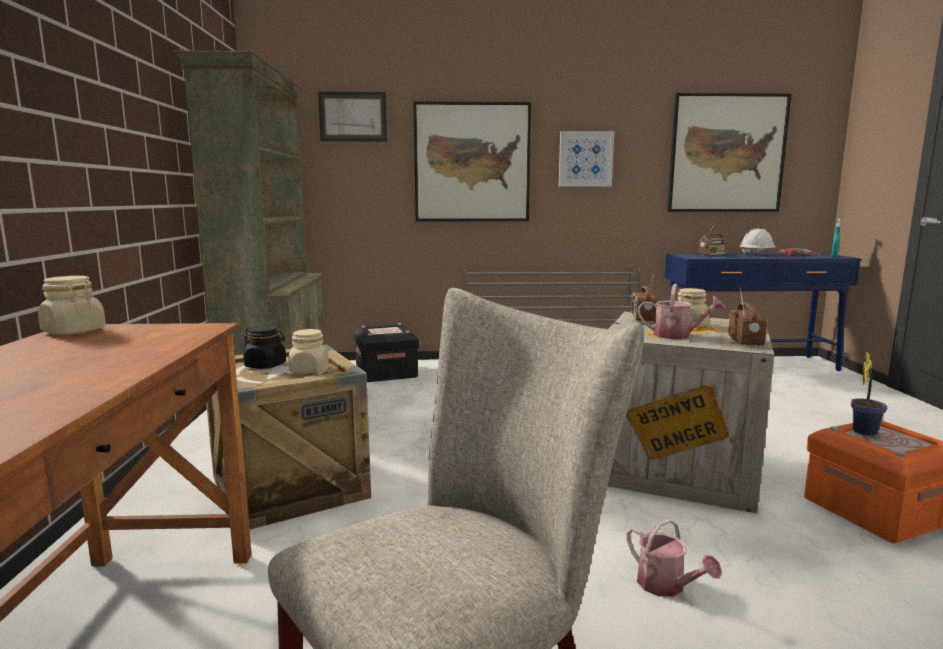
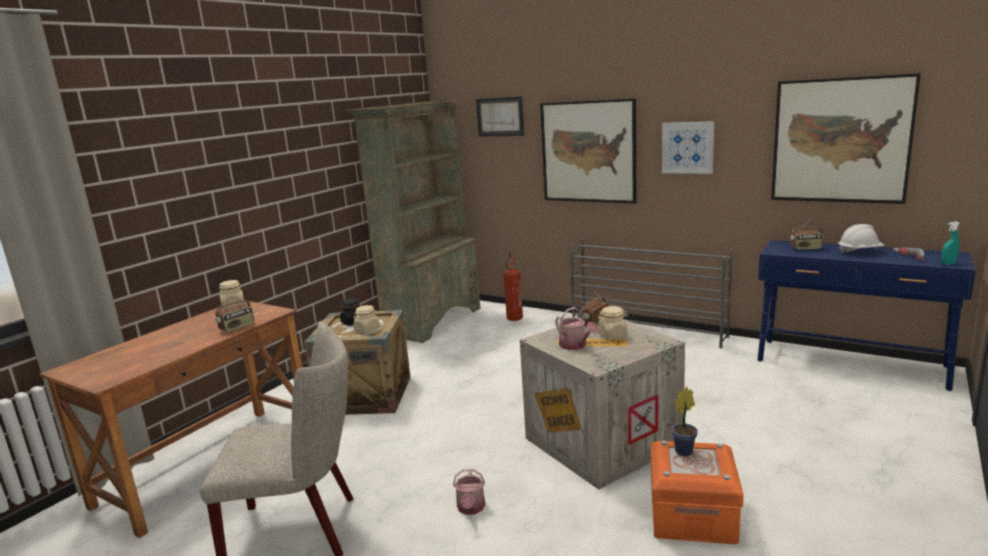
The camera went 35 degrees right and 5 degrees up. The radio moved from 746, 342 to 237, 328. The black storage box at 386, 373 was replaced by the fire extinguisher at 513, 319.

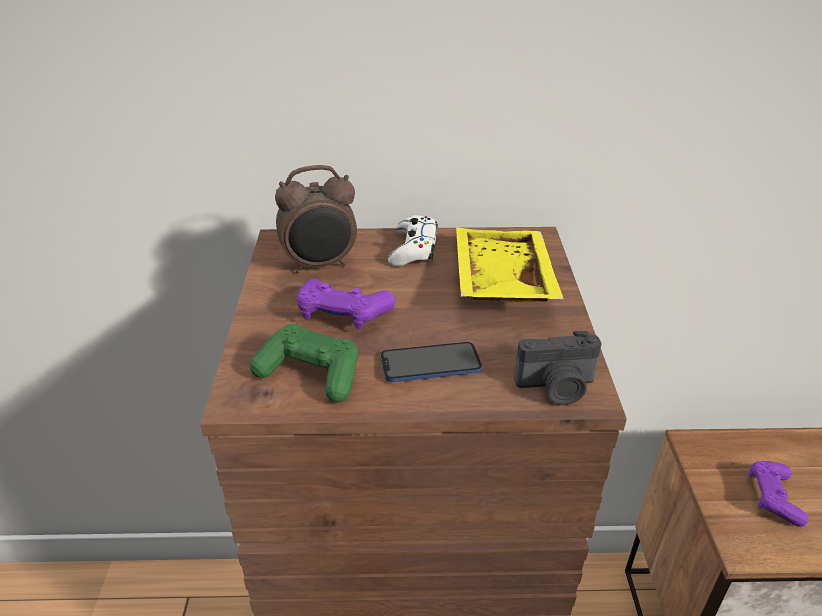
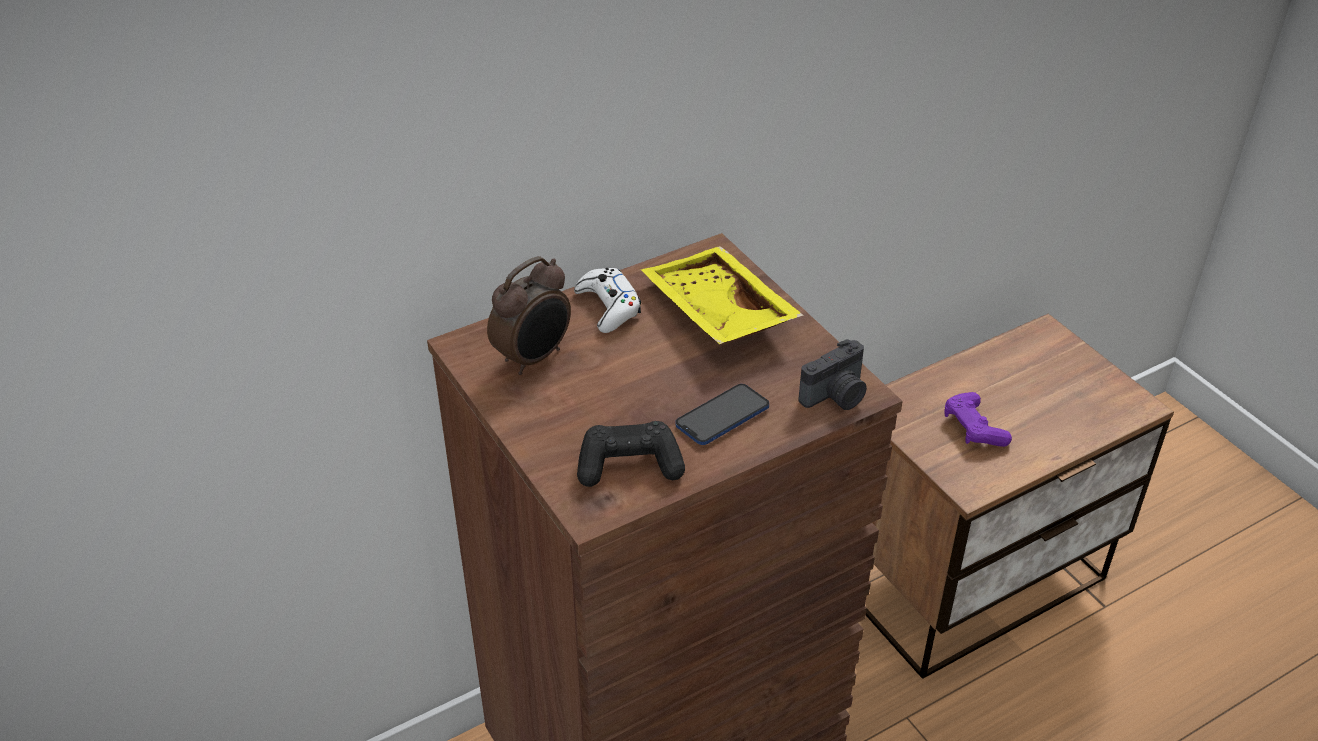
The camera went 30 degrees left and 5 degrees up. The purple game controller at 343, 314 disappeared. The green game controller at 310, 373 became the black game controller at 629, 465.

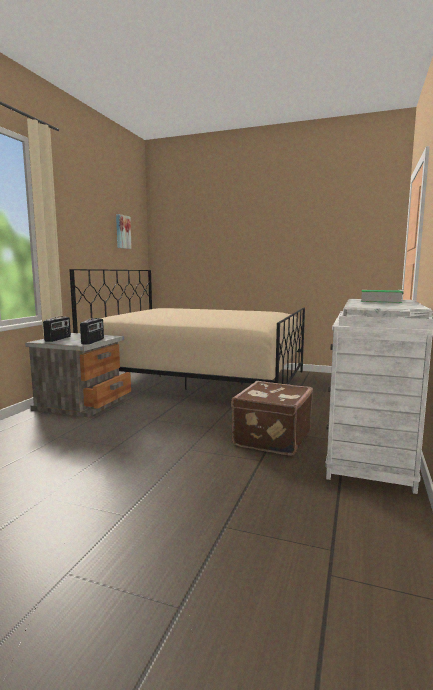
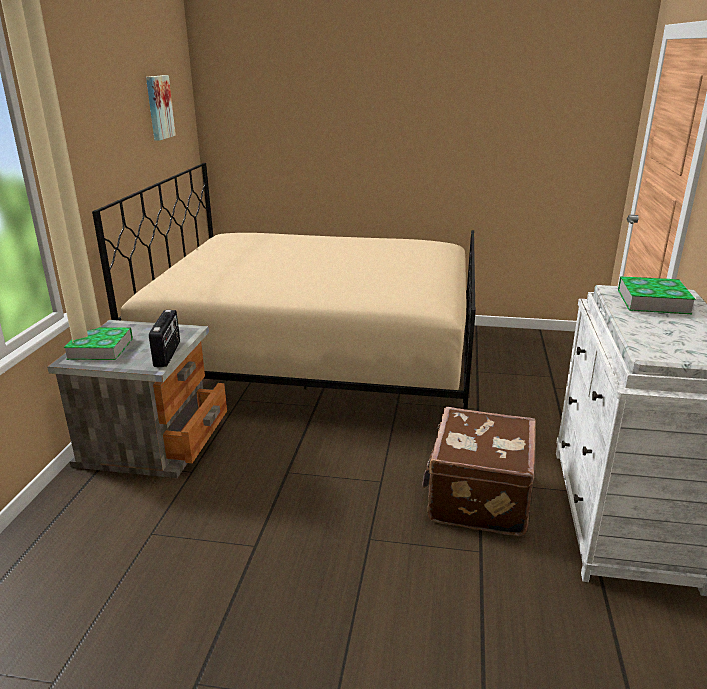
The camera went 10 degrees left and 15 degrees up. The radio at 58, 339 was replaced by the book at 100, 348.

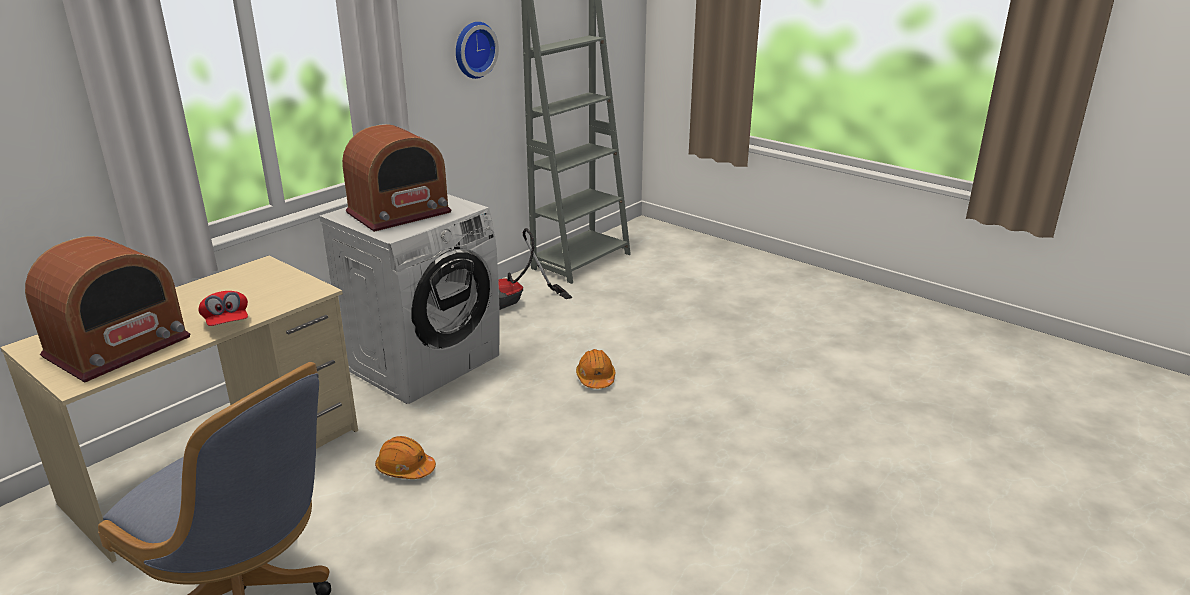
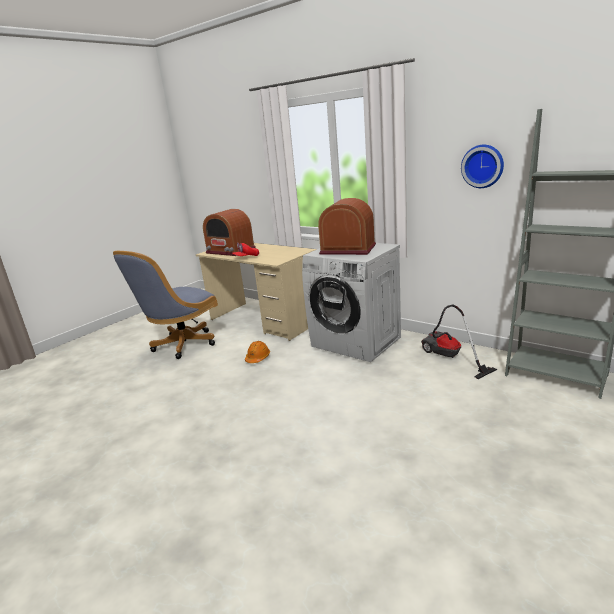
The camera went 90 degrees right and 5 degrees down. The orange hard hat at 595, 378 disappeared. The radio at 399, 213 turned 150 degrees clockwise.

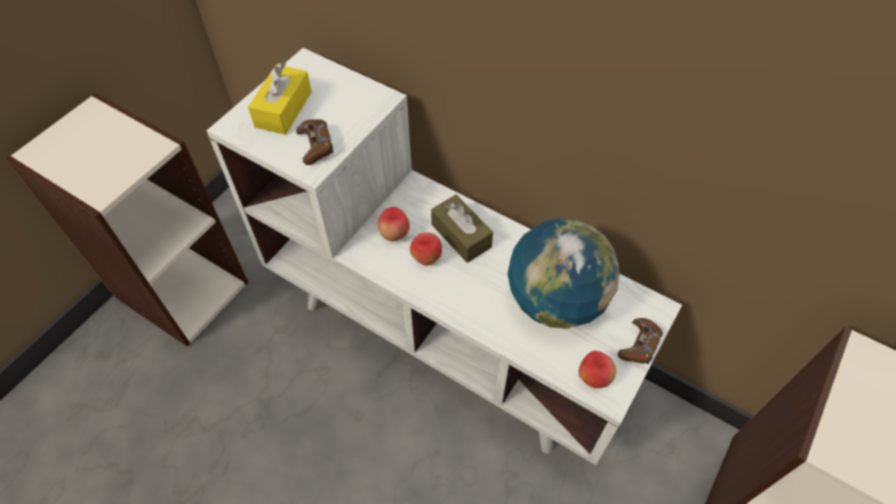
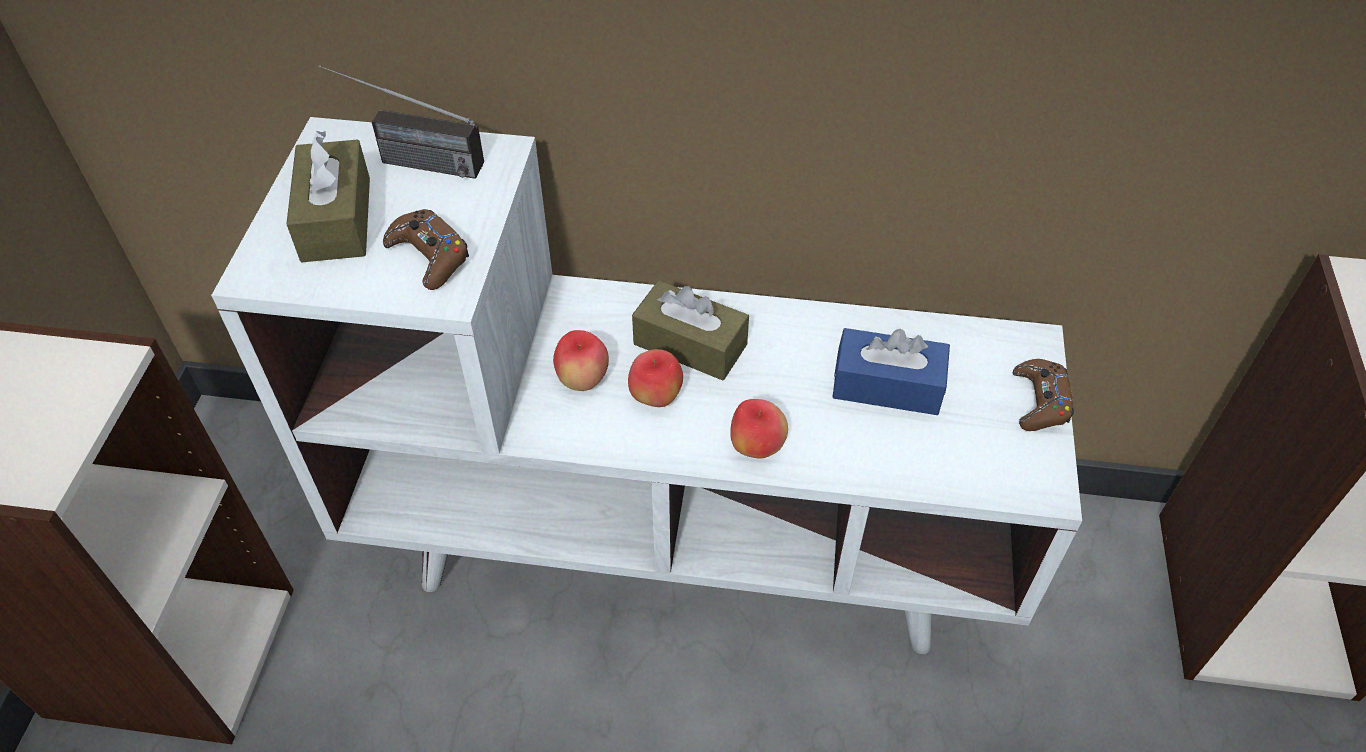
The camera went 25 degrees left and 5 degrees down. The radio at 406, 160 appeared. The apple moved from 593, 378 to 756, 447. The globe at 555, 300 was replaced by the blue tissue box at 887, 386. The yellow tissue box at 283, 109 became the brown tissue box at 336, 219.

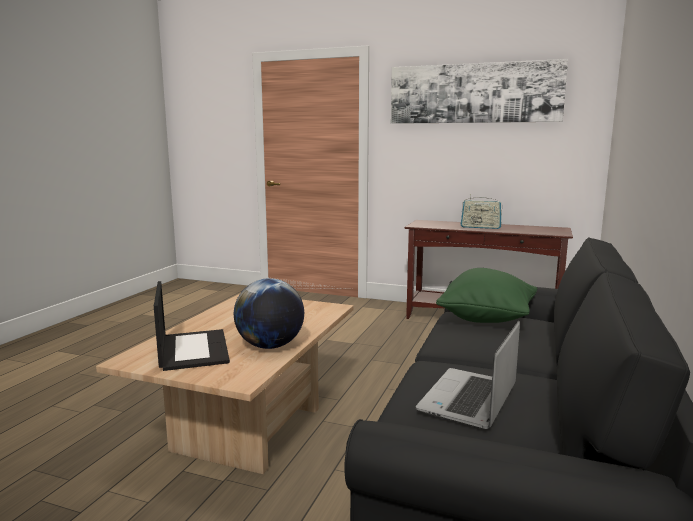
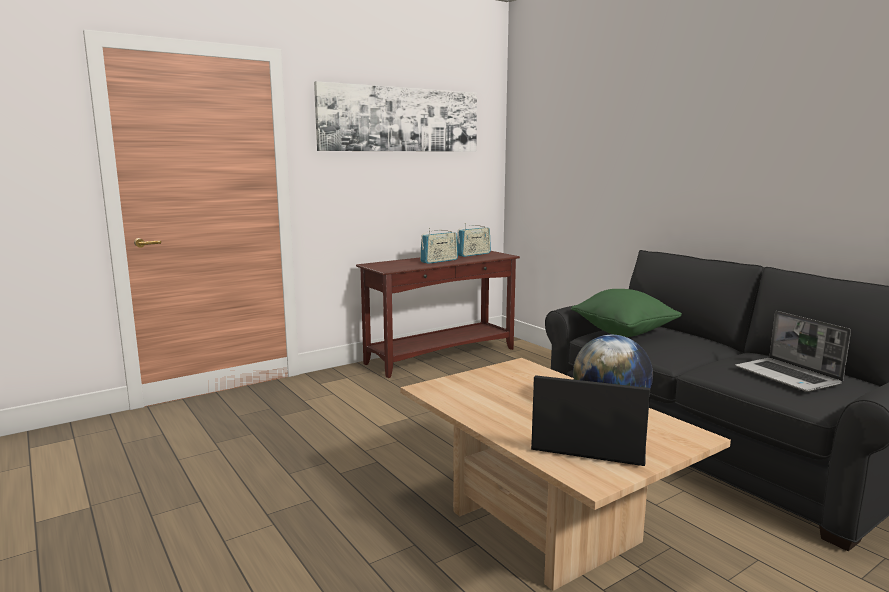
The camera went 55 degrees left and 0 degrees up. The radio at 473, 254 appeared.

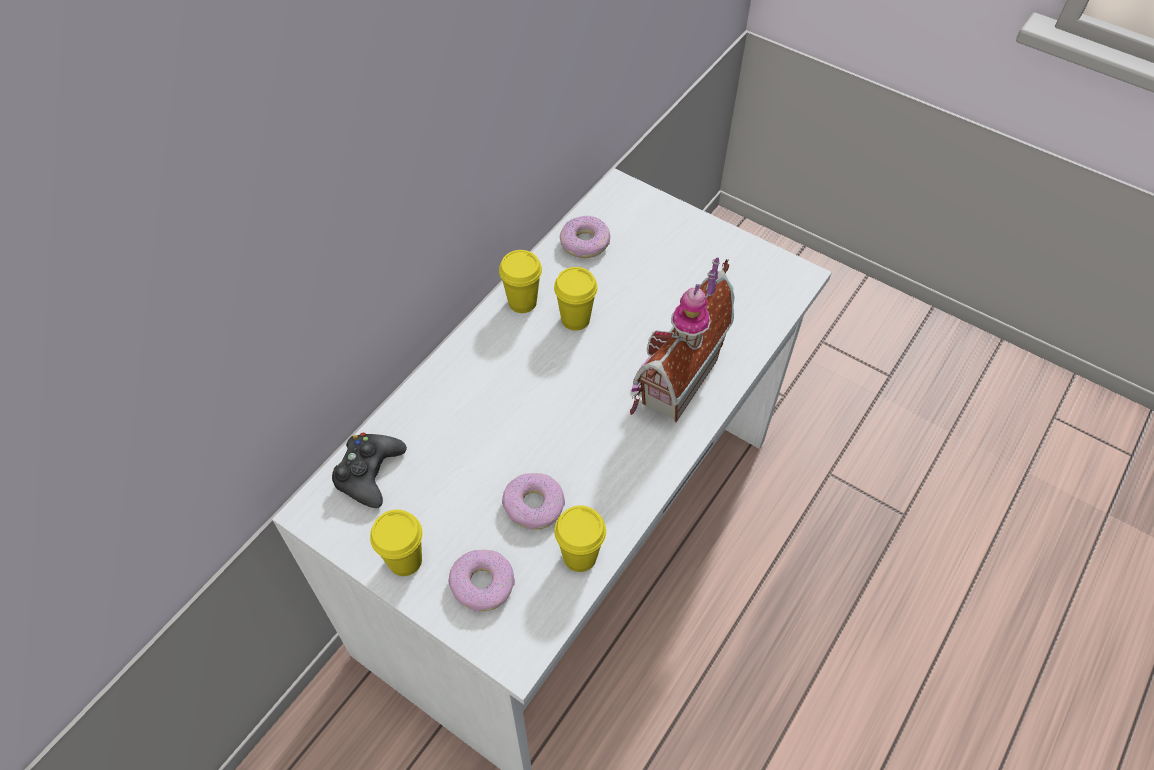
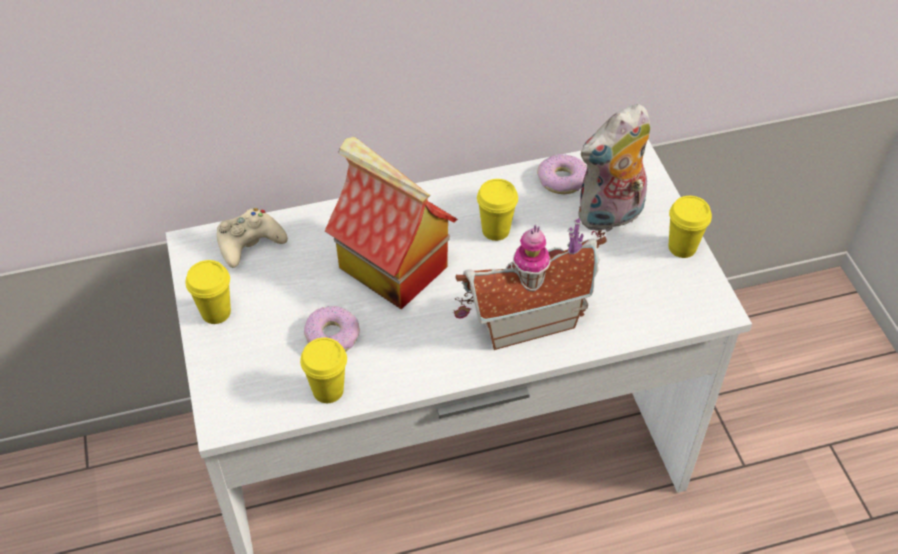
The camera went 40 degrees right and 5 degrees down. The donut at 482, 584 disappeared. The toy house at 390, 267 appeared. The plush toy at 610, 217 appeared. The yellow cup moved from 522, 302 to 682, 247. The black game controller at 369, 473 became the beige game controller at 249, 243.

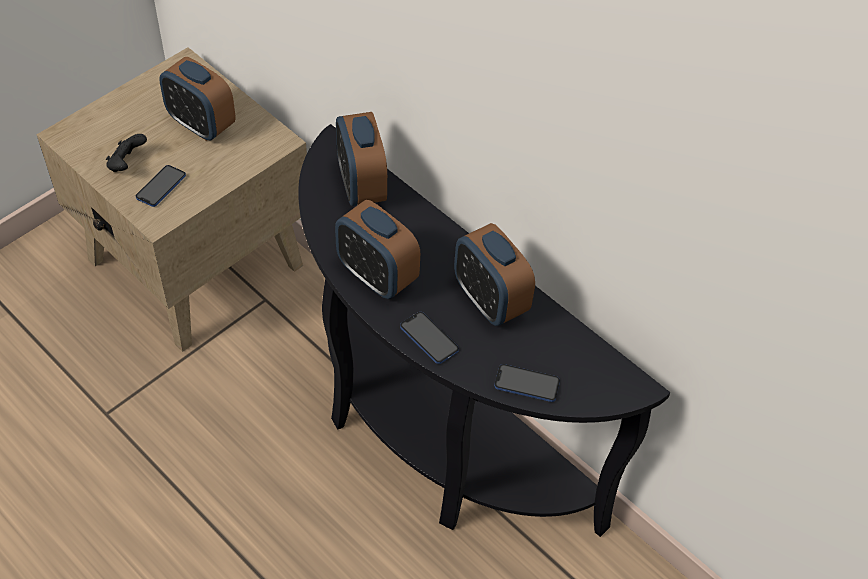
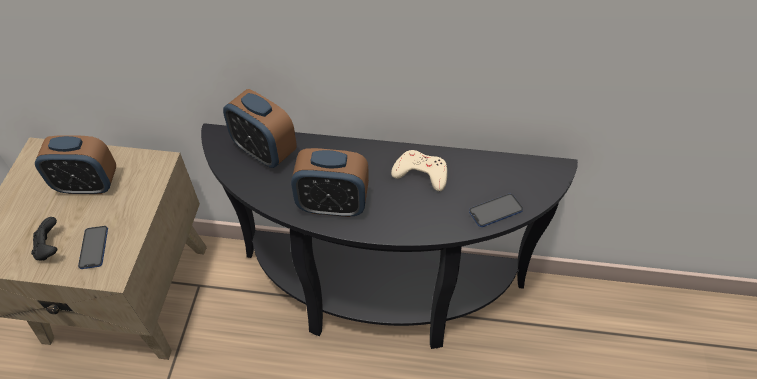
The camera went 35 degrees left and 0 degrees up. The phone at 429, 338 disappeared. The alarm clock at 489, 300 was replaced by the beige game controller at 421, 173.

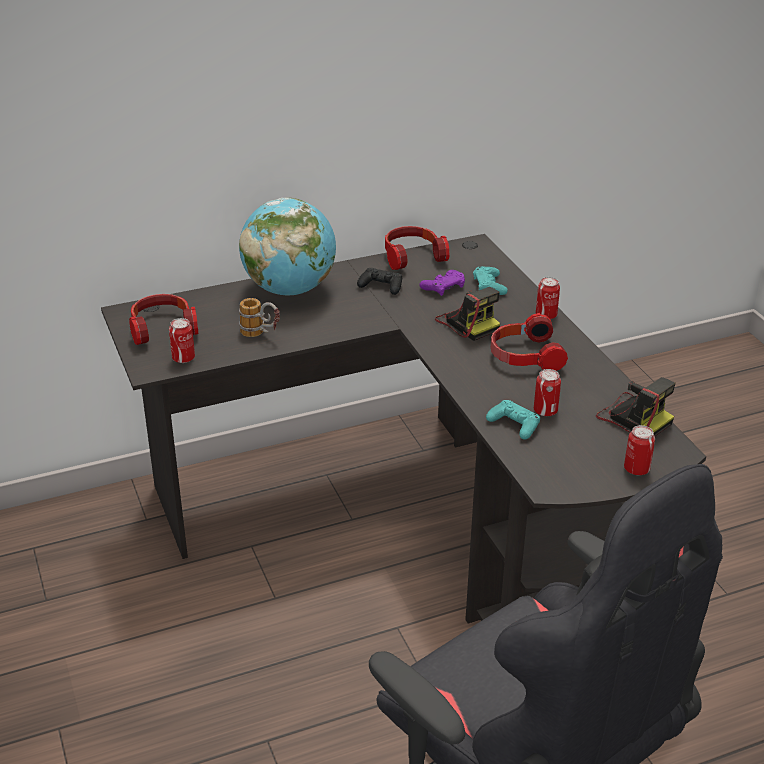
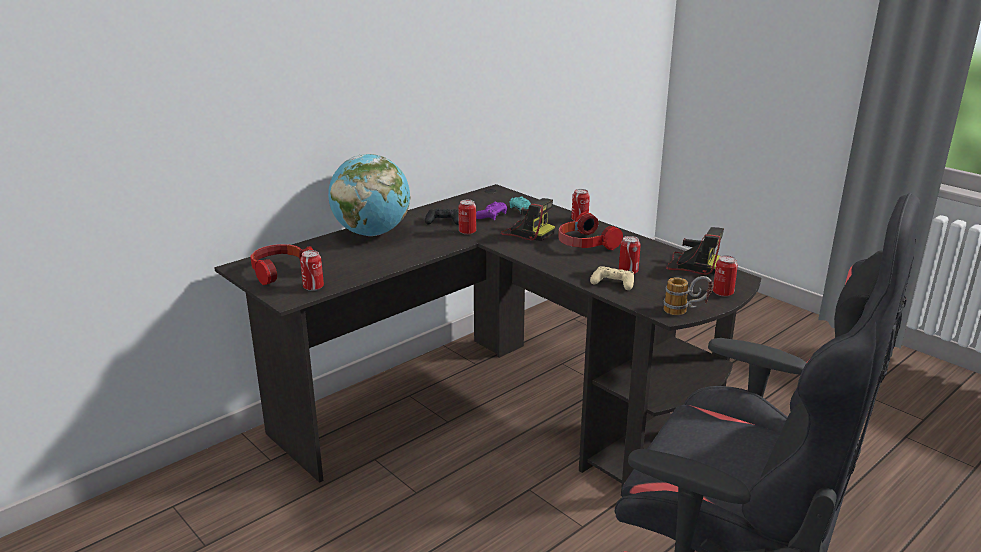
The camera went 20 degrees left and 10 degrees down. The headphones at 412, 256 disappeared. The can at 467, 232 appeared. The mug moved from 261, 334 to 686, 311. The turquoise game controller at 514, 424 became the beige game controller at 613, 283.

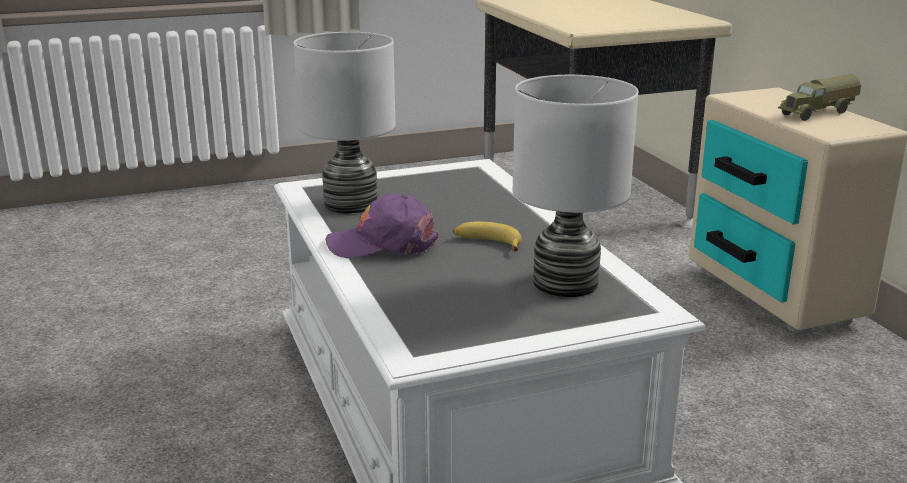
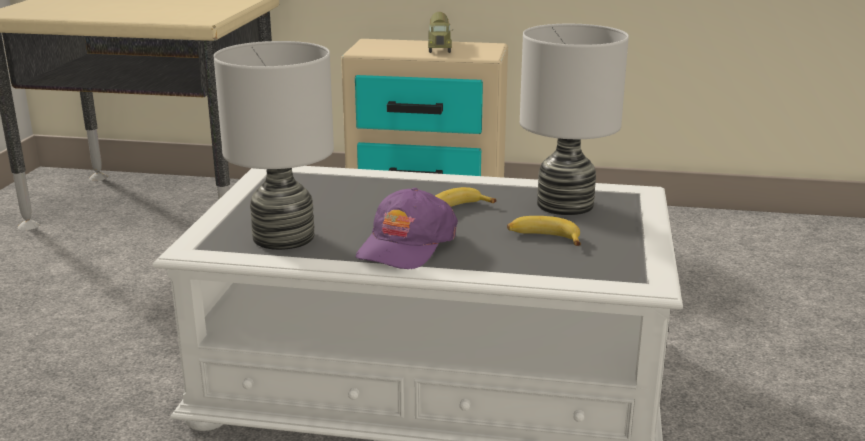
The camera went 60 degrees left and 0 degrees up. The banana at 544, 238 appeared.

